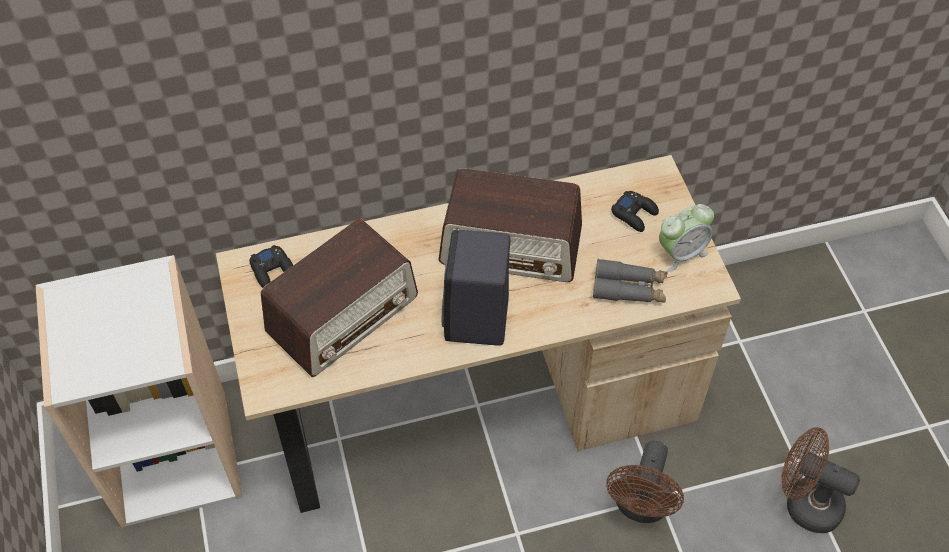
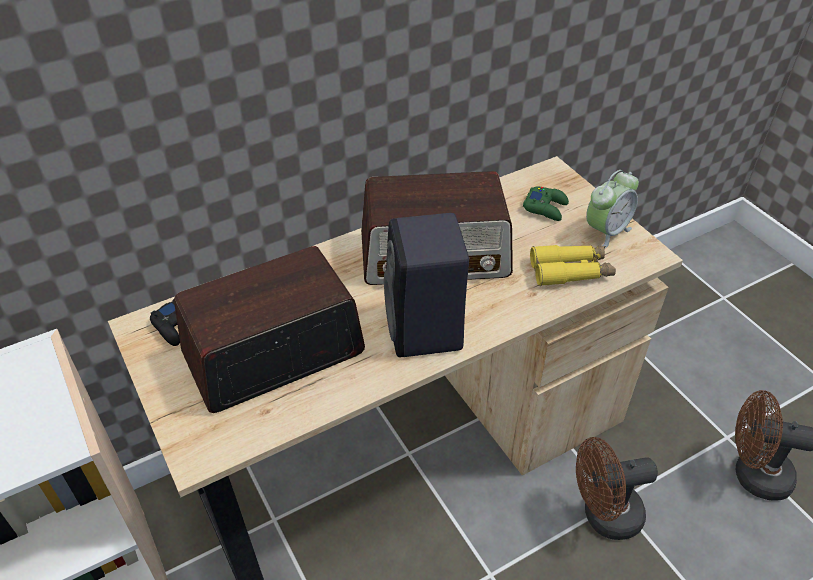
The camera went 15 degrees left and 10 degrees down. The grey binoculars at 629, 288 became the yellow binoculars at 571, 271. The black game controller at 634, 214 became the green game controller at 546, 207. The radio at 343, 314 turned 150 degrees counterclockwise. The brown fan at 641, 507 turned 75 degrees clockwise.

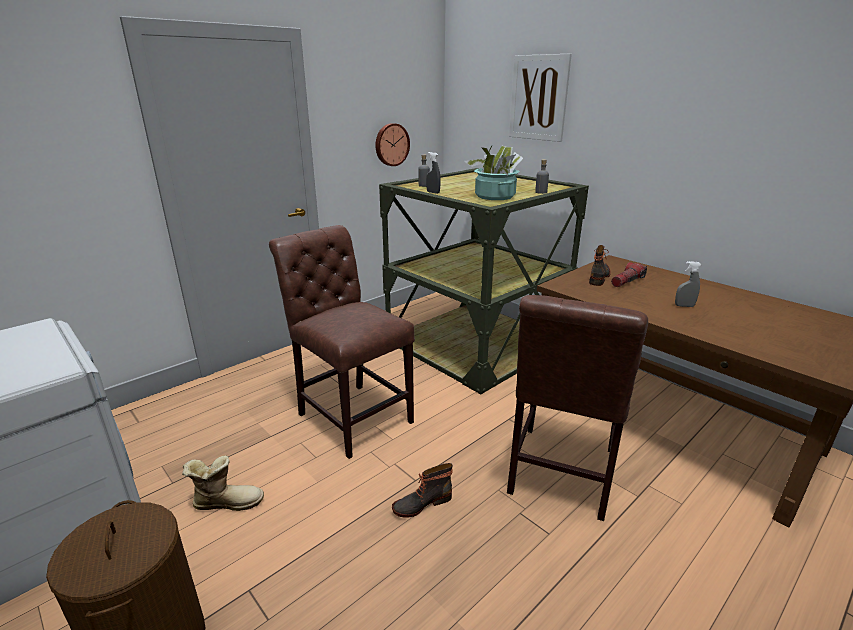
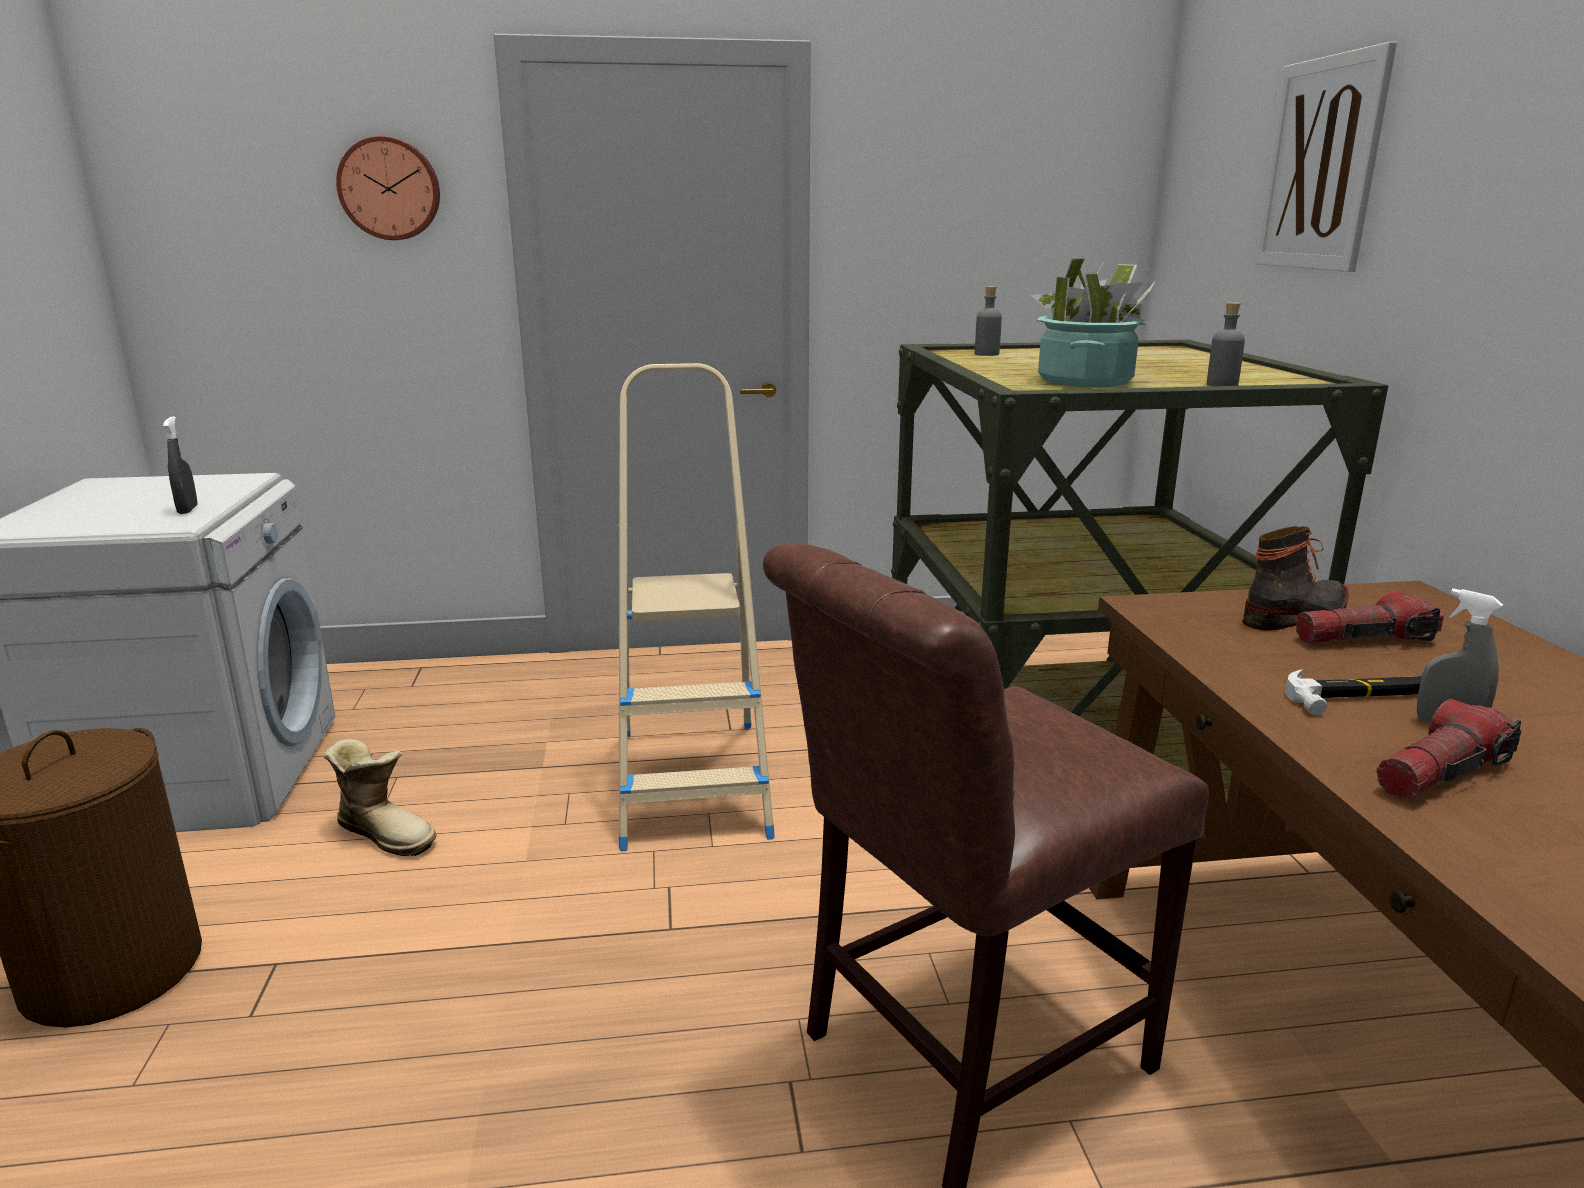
The camera went 35 degrees right and 5 degrees down. The boot at 421, 503 disappeared. The hammer at 1367, 697 appeared. The flashlight at 1440, 773 appeared. The wall clock moved from 391, 144 to 390, 189. The grey spray bottle moved from 433, 192 to 188, 510. The brown chair at 351, 415 was replaced by the beige step ladder at 692, 781.

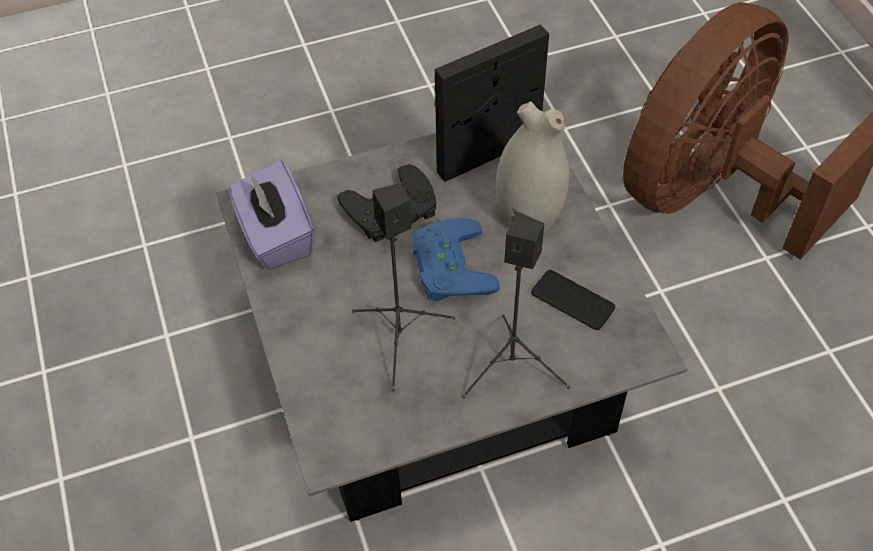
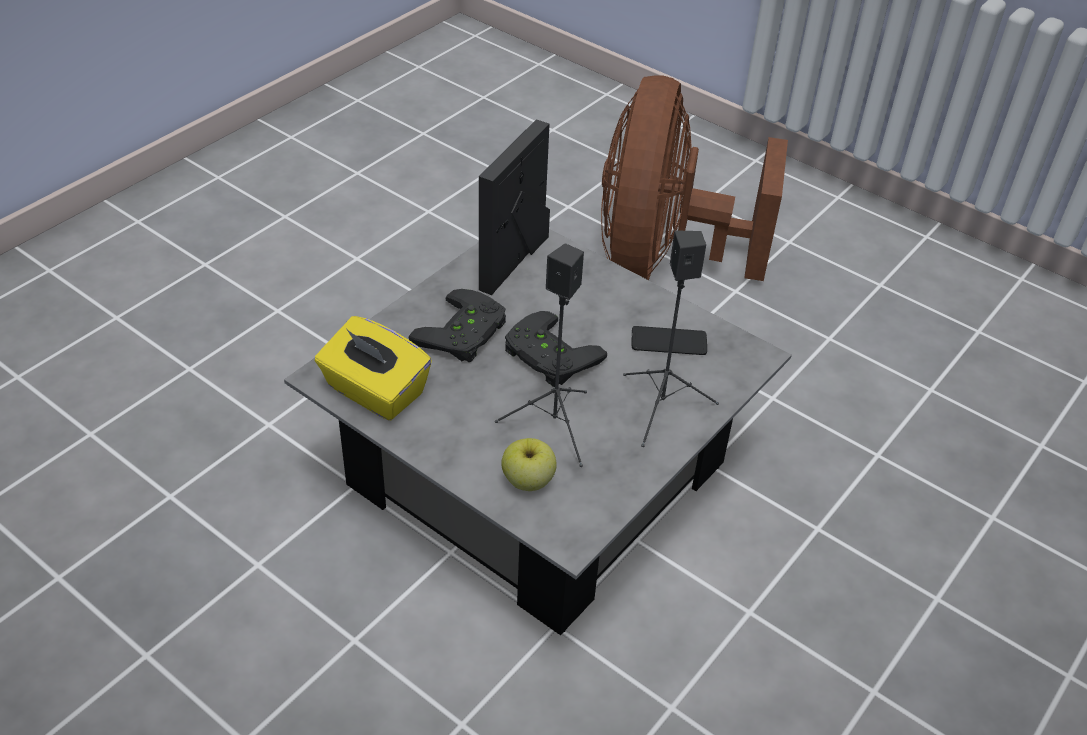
The camera went 35 degrees left and 10 degrees down. The white vase at 529, 214 disappeared. The apple at 528, 481 appeared. The purple tissue box at 276, 236 became the yellow tissue box at 374, 392. The blue game controller at 446, 266 became the black game controller at 547, 357.

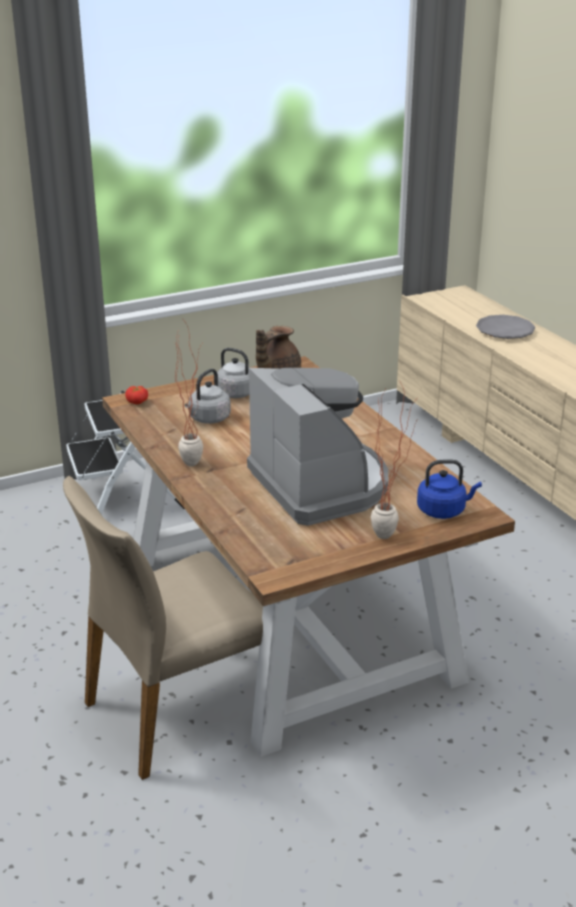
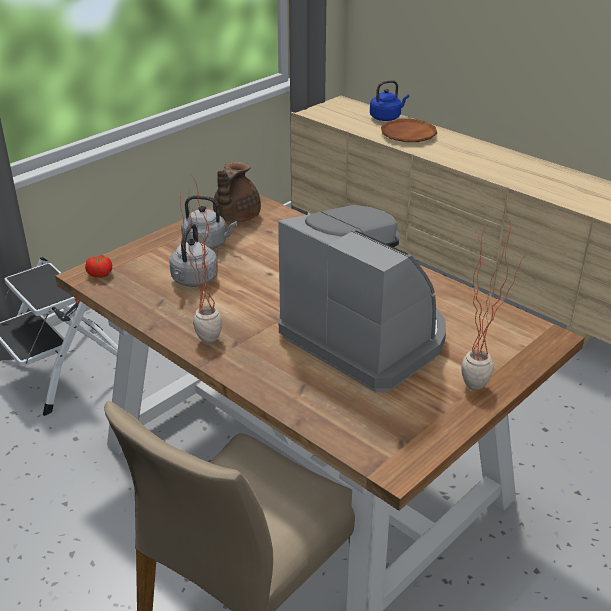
The camera went 20 degrees left and 5 degrees up. The blue kettle moved from 443, 511 to 386, 117. The grey plate at 505, 331 became the brown plate at 408, 135.

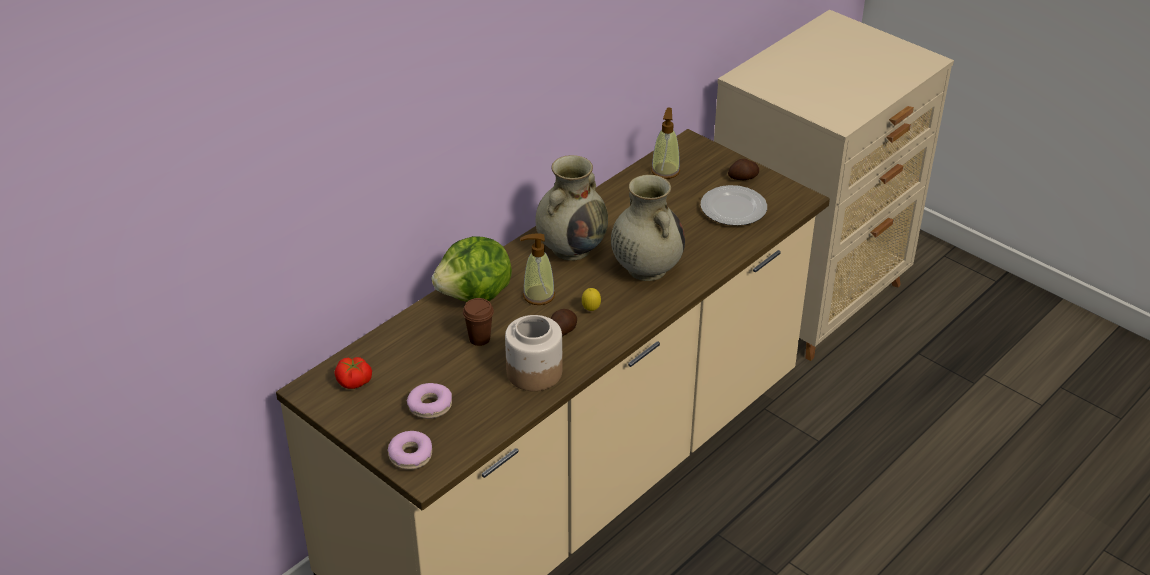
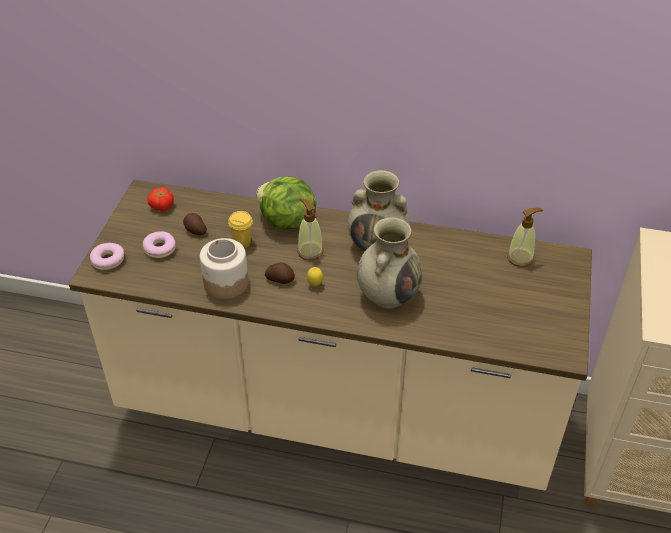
The camera went 60 degrees right and 5 degrees up. The plate at 733, 208 disappeared. The potato moved from 743, 178 to 195, 230. The brown cup at 479, 339 became the yellow cup at 242, 242.

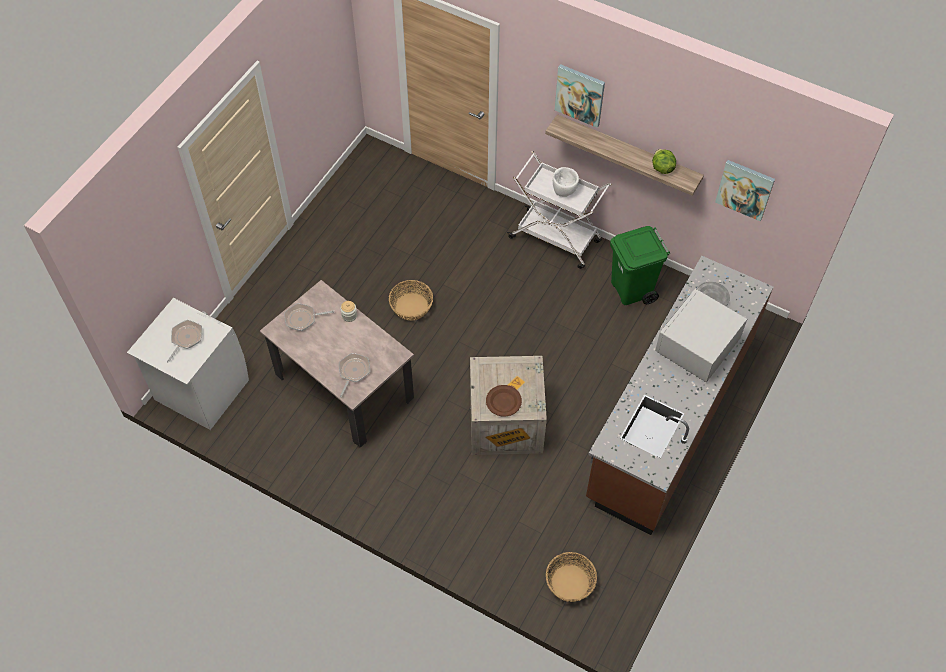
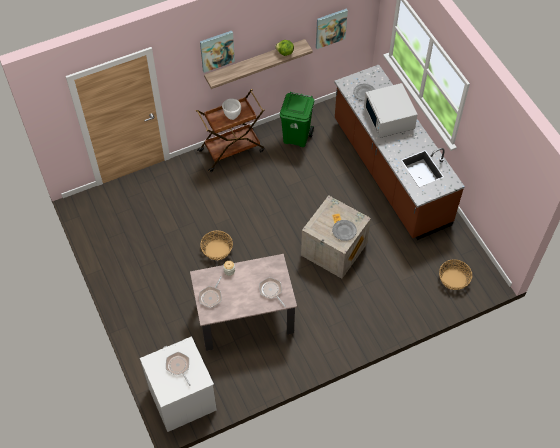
The camera went 55 degrees left and 0 degrees up. The brown plate at 503, 401 became the grey plate at 344, 231. The white cart at 555, 240 became the brown cart at 232, 151.

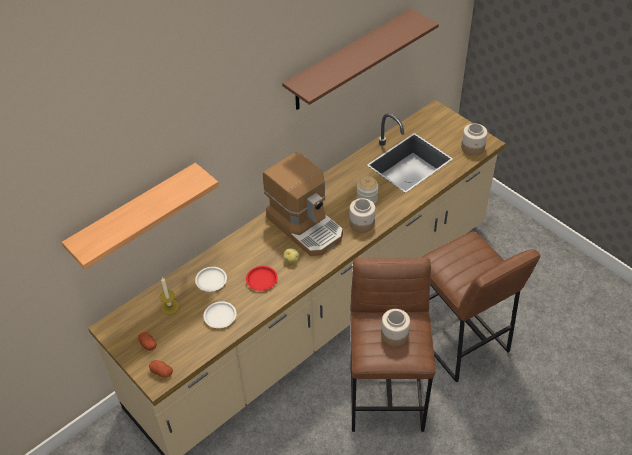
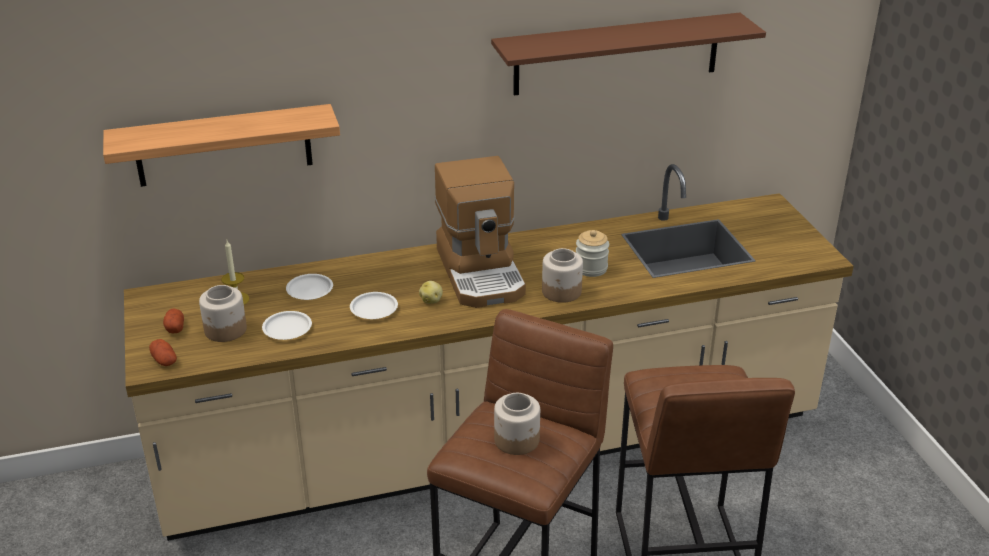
The camera went 25 degrees right and 15 degrees down. The jar moved from 473, 147 to 225, 330. The red plate at 262, 280 became the white plate at 374, 309.

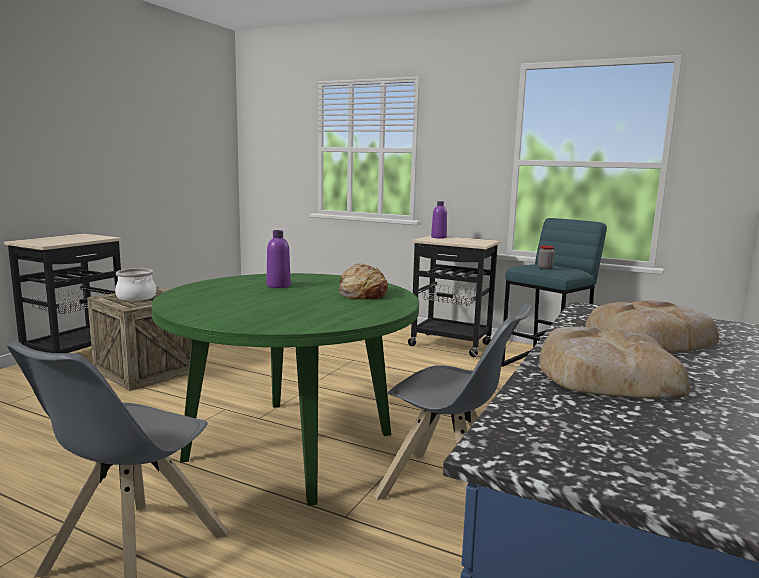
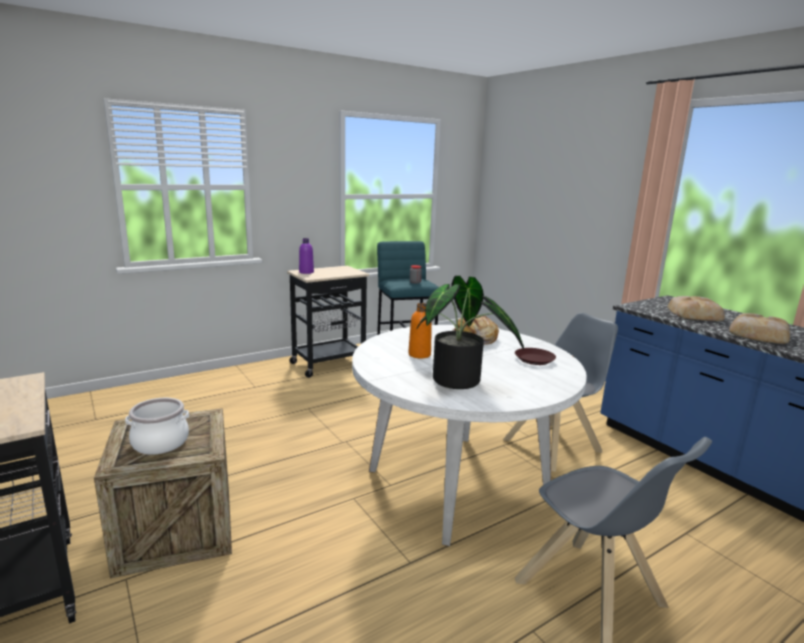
The camera went 60 degrees left and 5 degrees up. The potted plant at 460, 382 appeared. The brown plate at 534, 360 appeared. The green dining table at 291, 446 became the white dining table at 457, 483. The purple bottle at 278, 285 became the orange bottle at 419, 354.

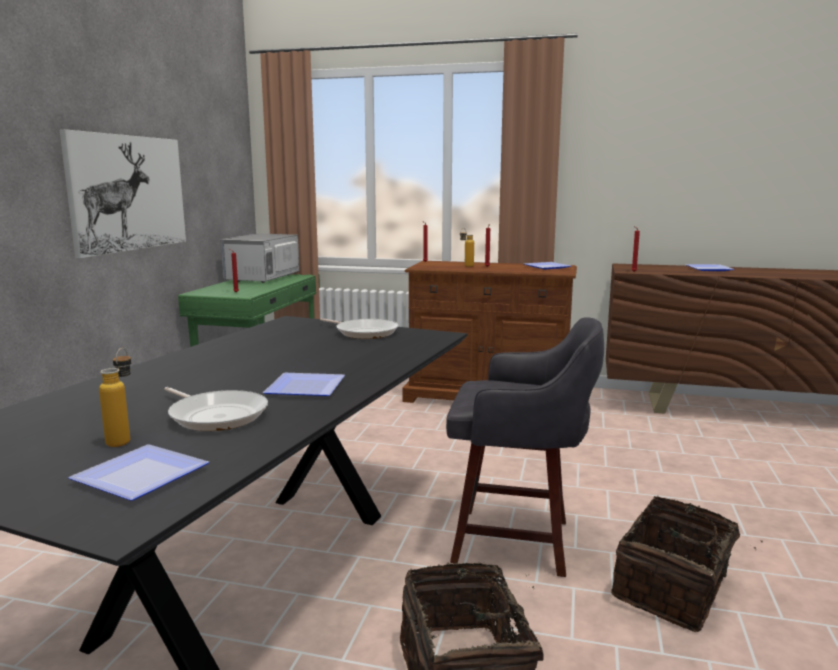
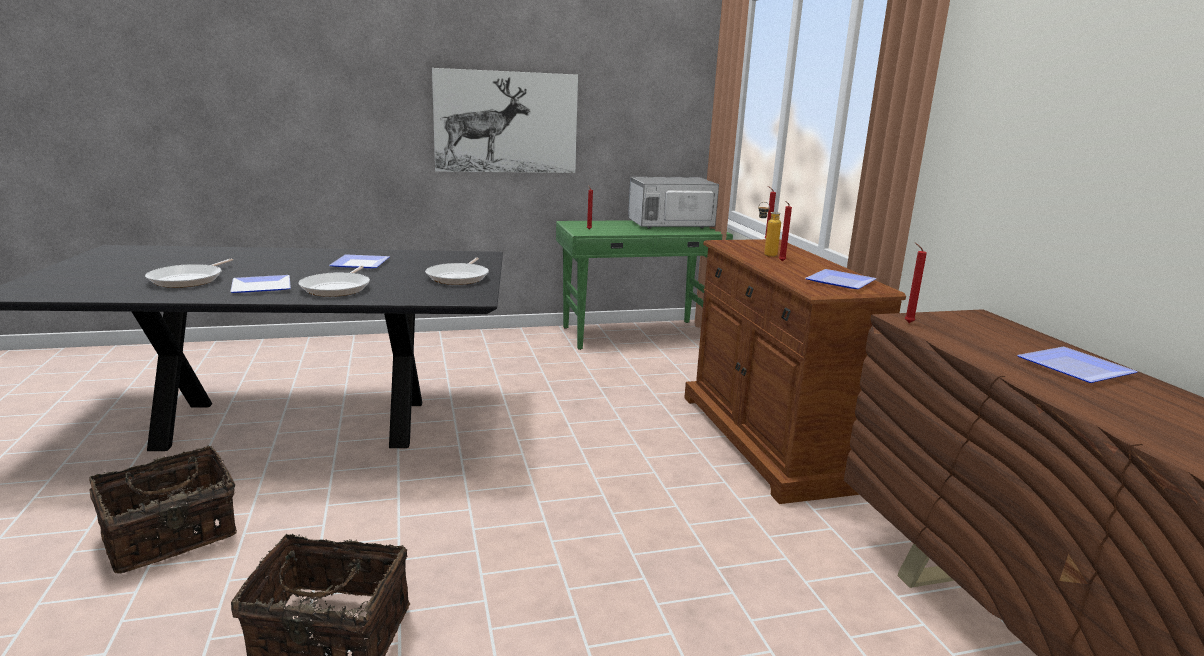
The camera went 60 degrees right and 5 degrees up. The bottle at 123, 439 disappeared. The grey stool at 518, 542 disappeared. The frying pan at 337, 288 appeared. The plate moved from 142, 474 to 362, 264.

